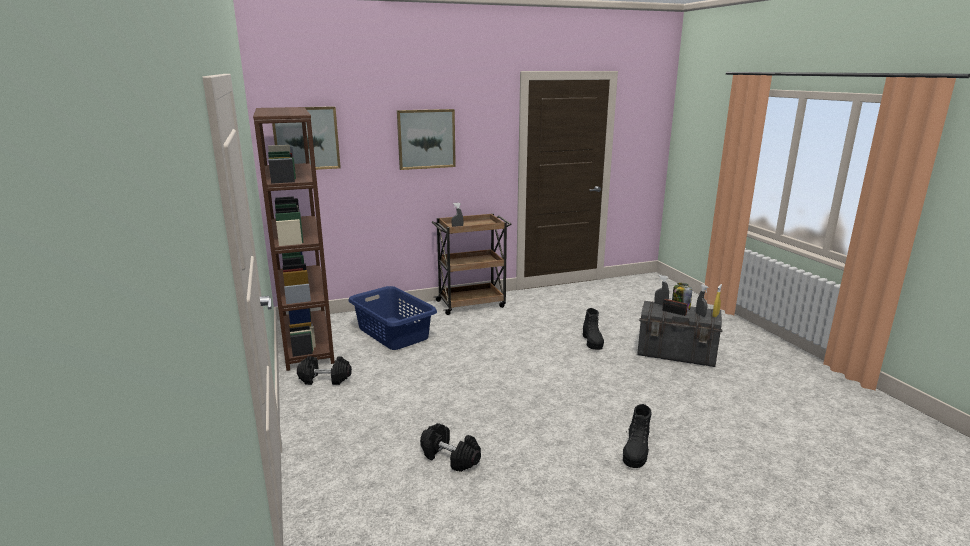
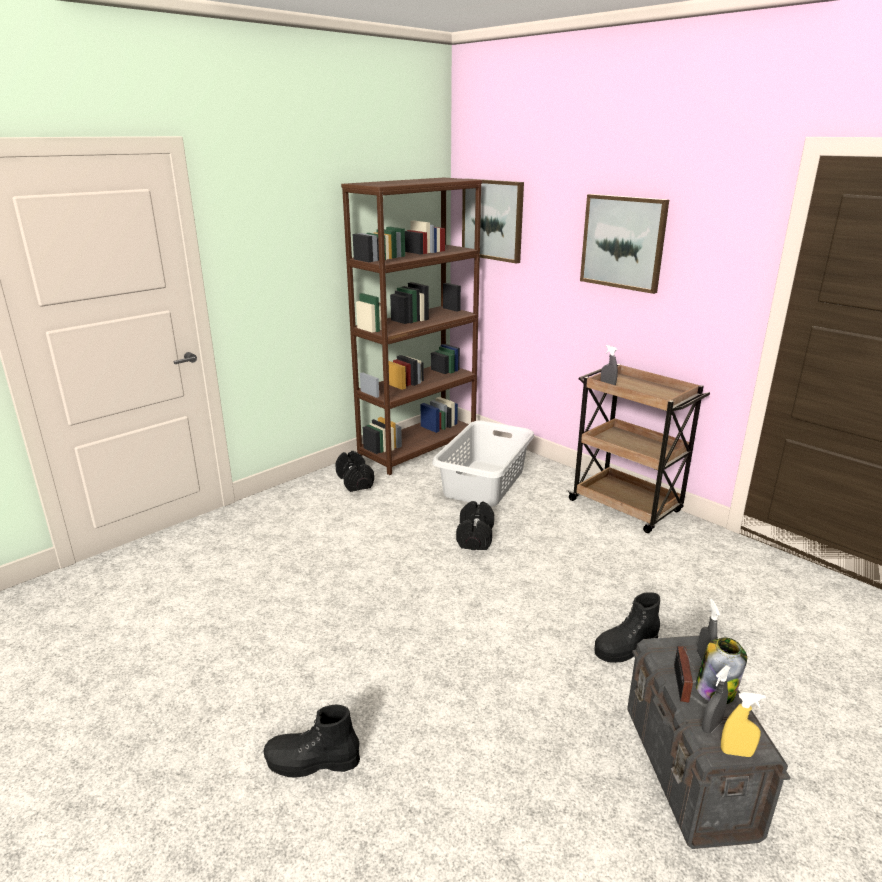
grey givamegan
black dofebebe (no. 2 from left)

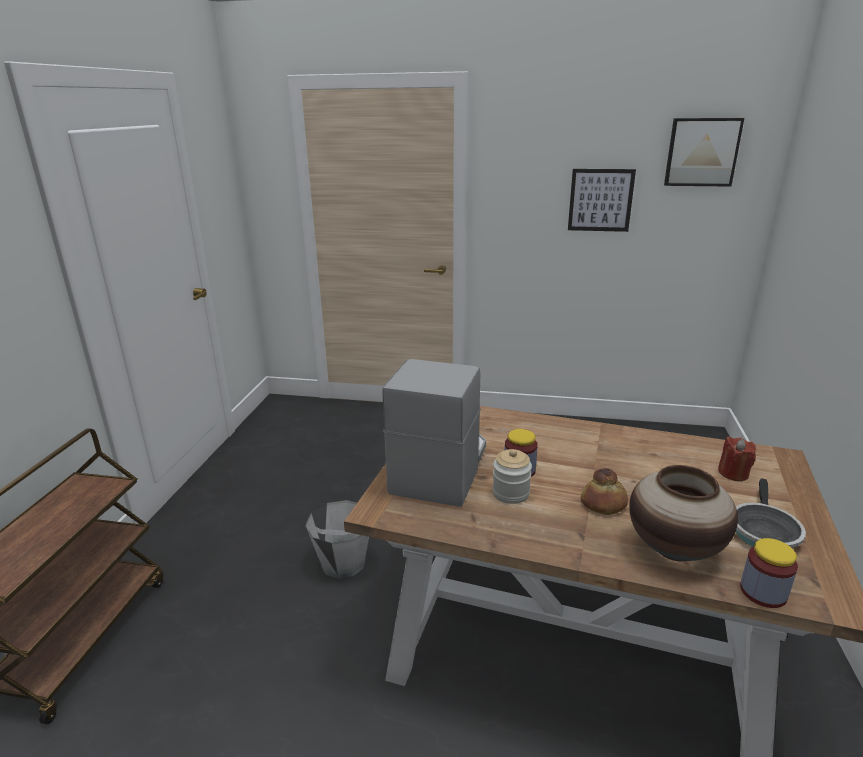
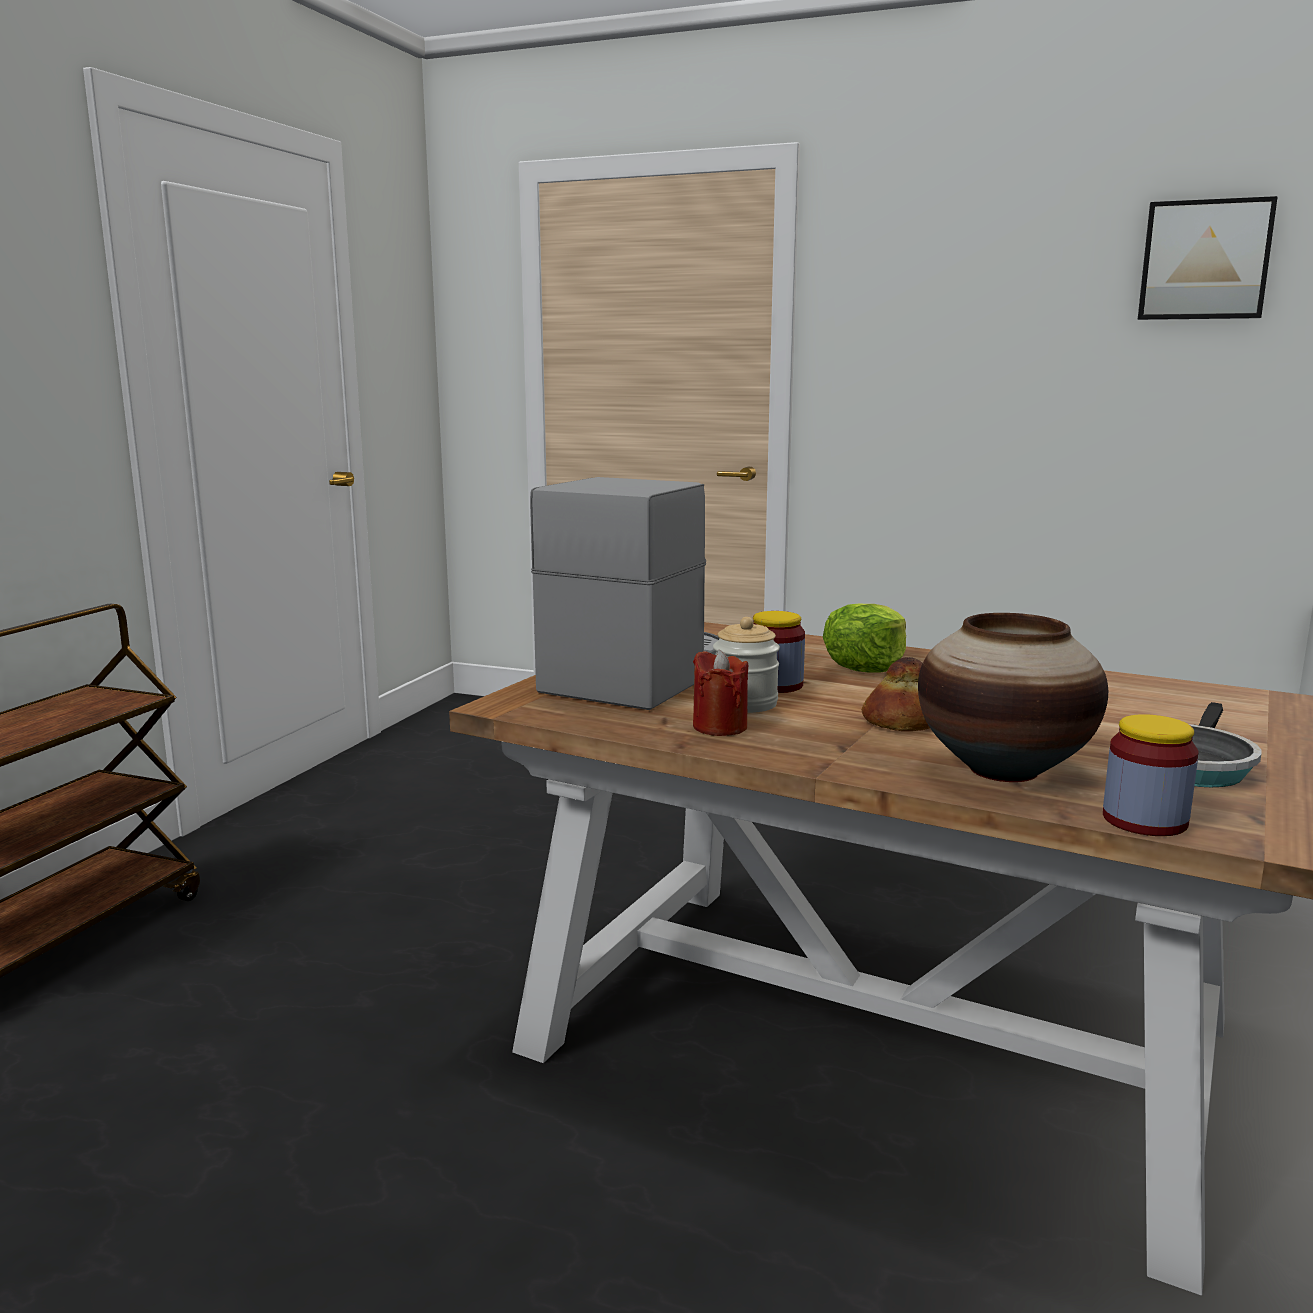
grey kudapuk
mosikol (no. 1 from left in the first image)
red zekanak
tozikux

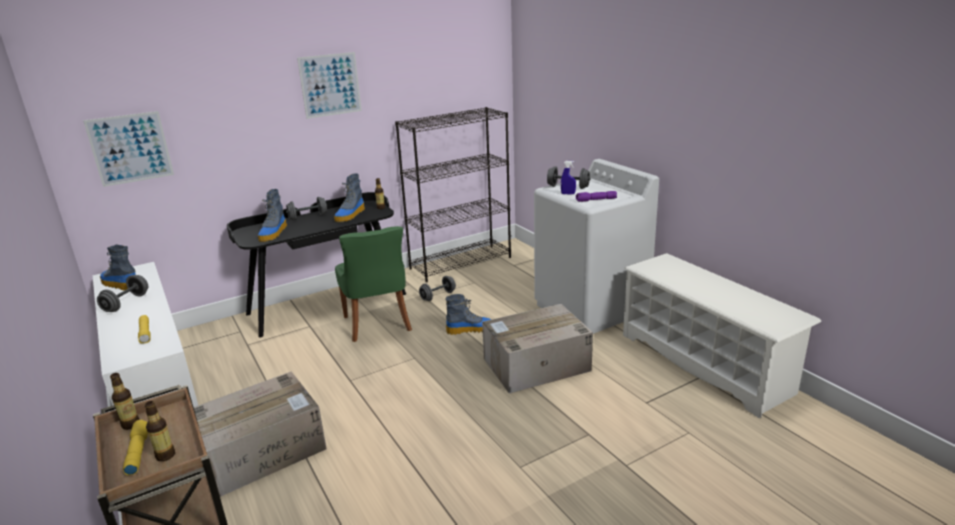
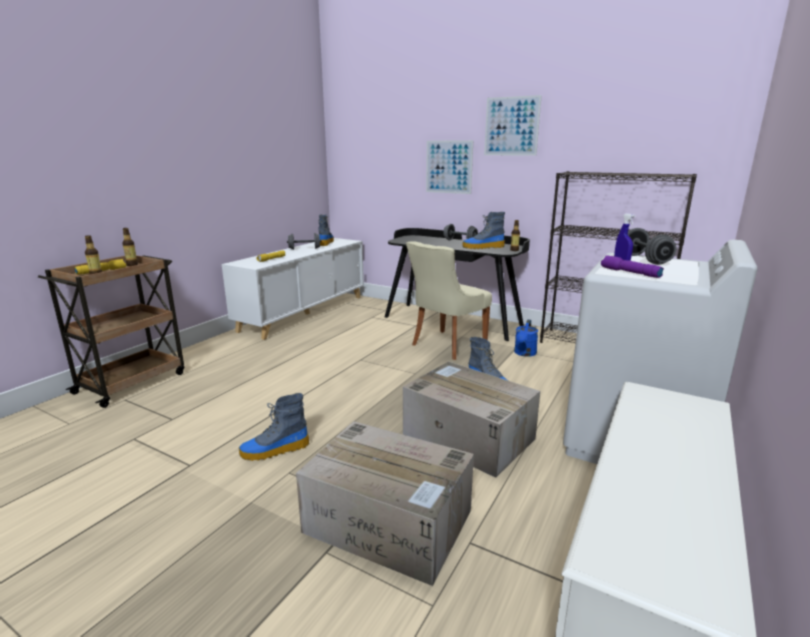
mosikol (no. 1 from left)
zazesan (no. 1 from left)
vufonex (no. 1 from left)
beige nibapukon
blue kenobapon

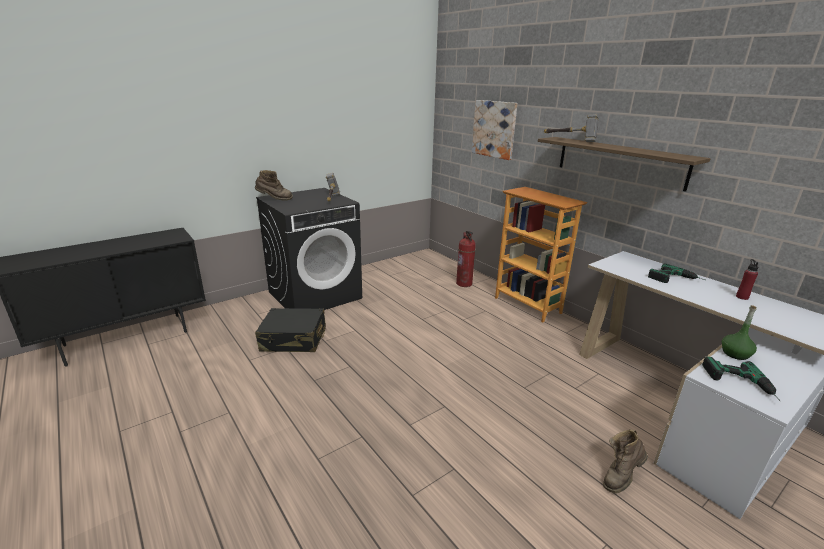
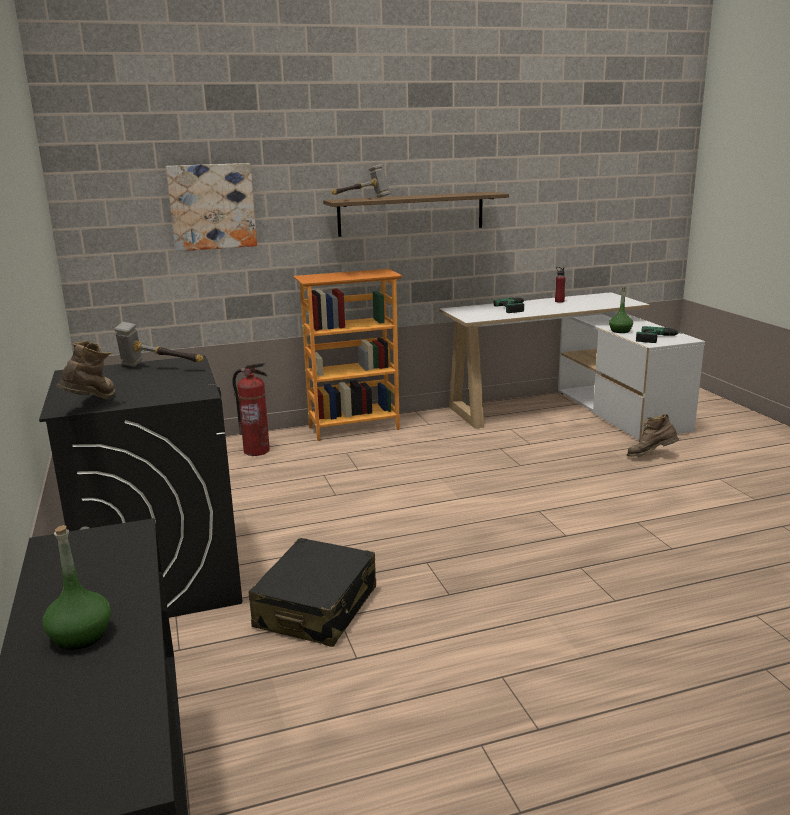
brown vufonex (no. 2 from left)
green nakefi (no. 1 from left)

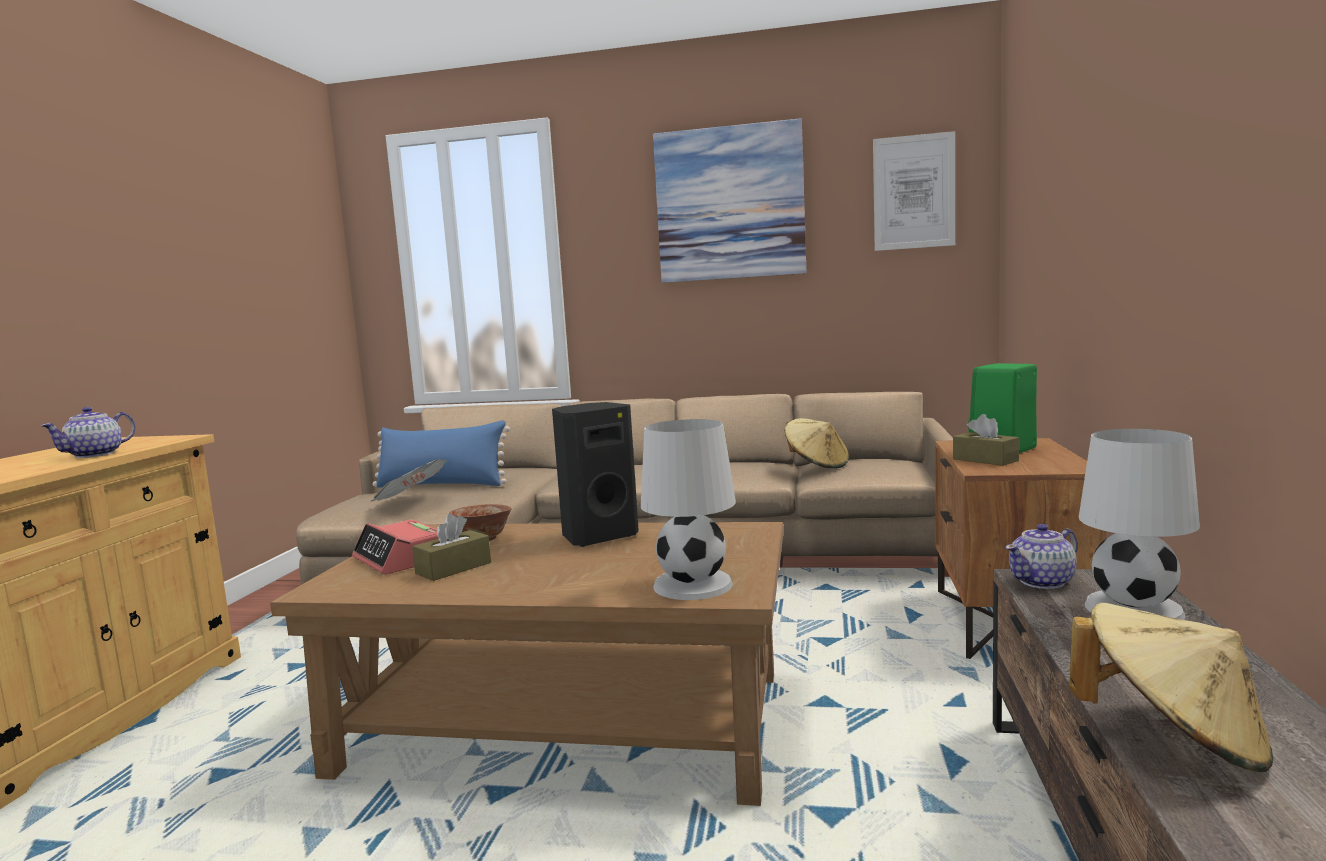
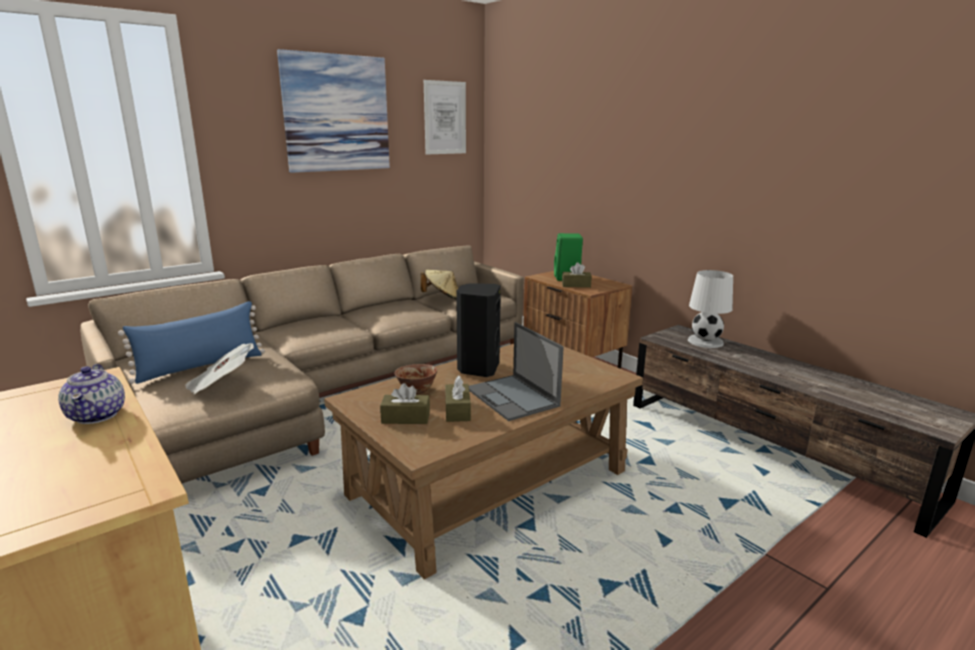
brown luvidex (no. 1 from left)
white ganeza (no. 1 from left in the first image)
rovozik (no. 2 from left in the first image)
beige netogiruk (no. 2 from left in the first image)
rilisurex

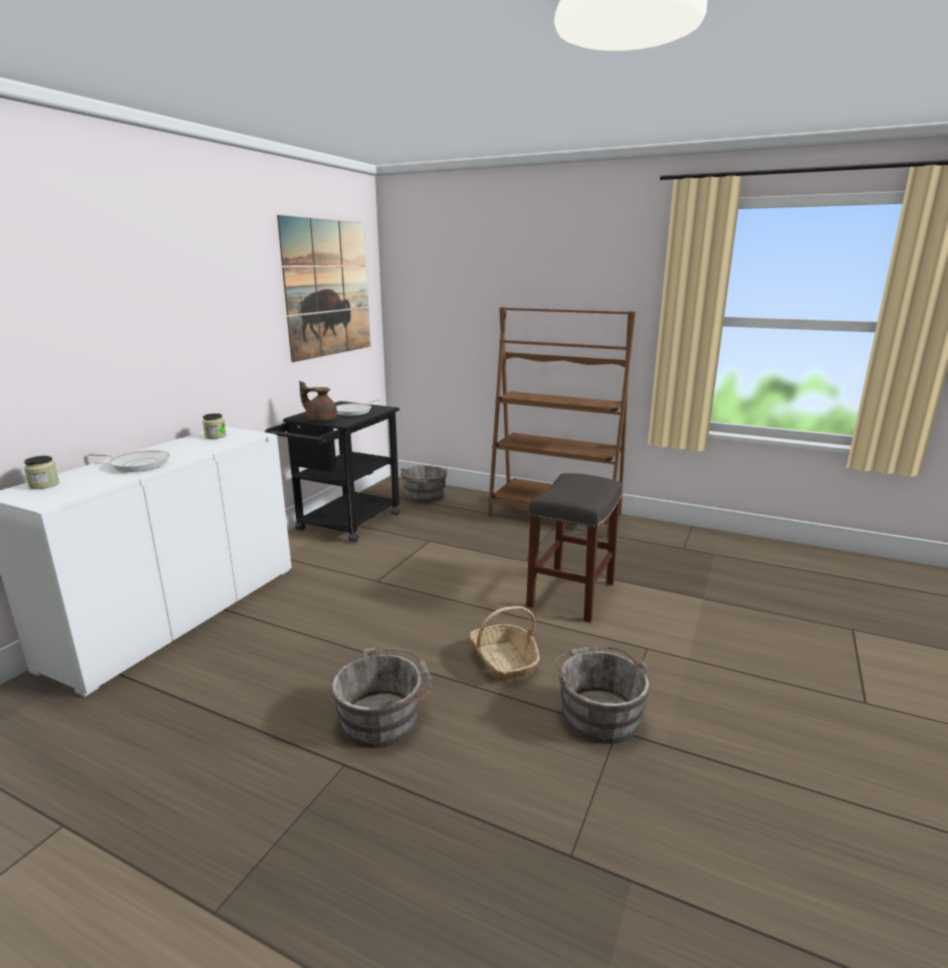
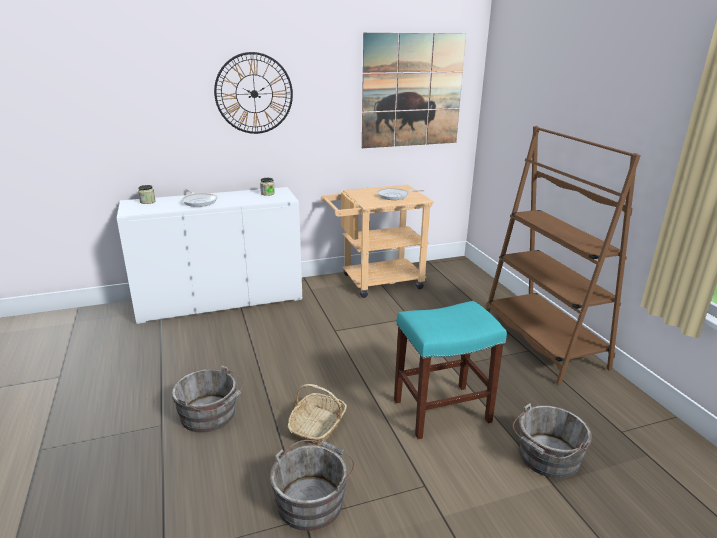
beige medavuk
brown rovozik
grey kudapuk (no. 3 from left)
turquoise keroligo
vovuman

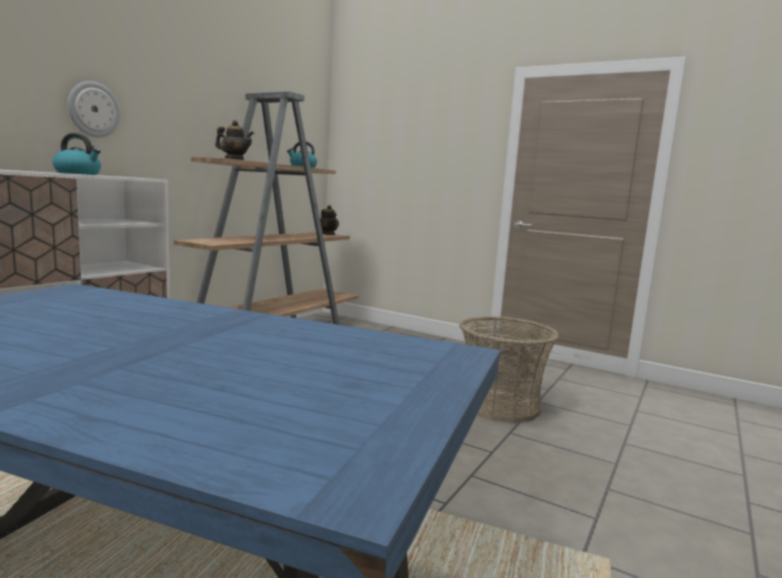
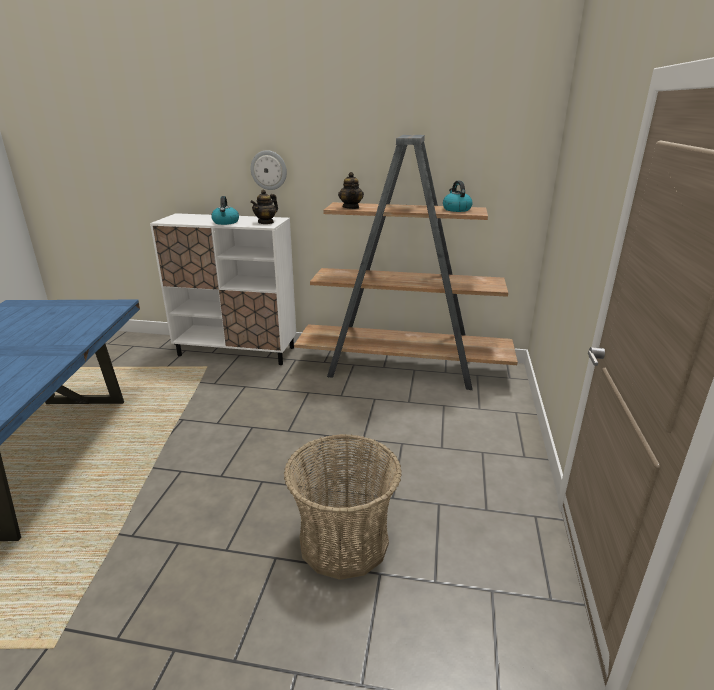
rovozik (no. 1 from left)

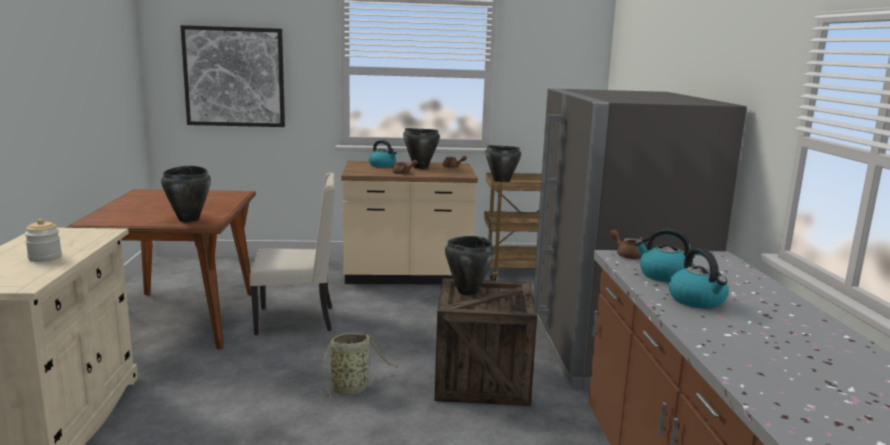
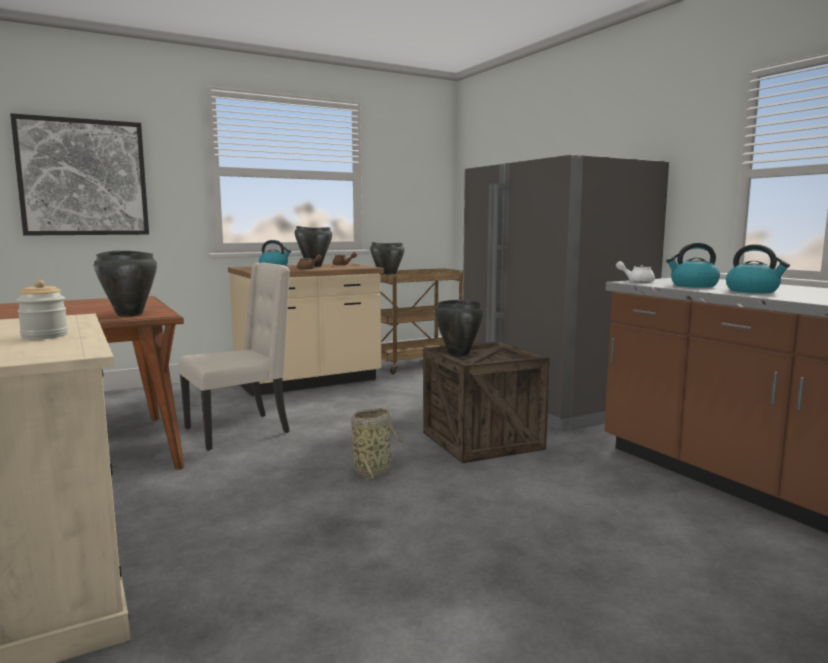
white rovozik

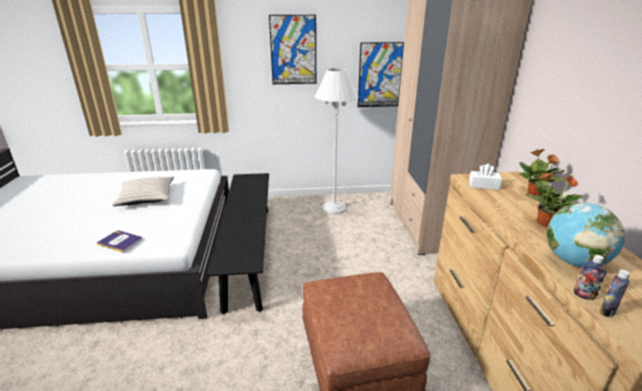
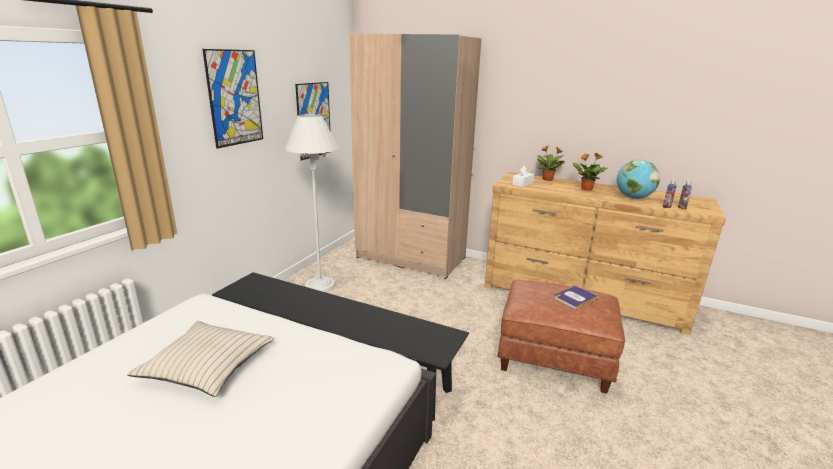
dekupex

